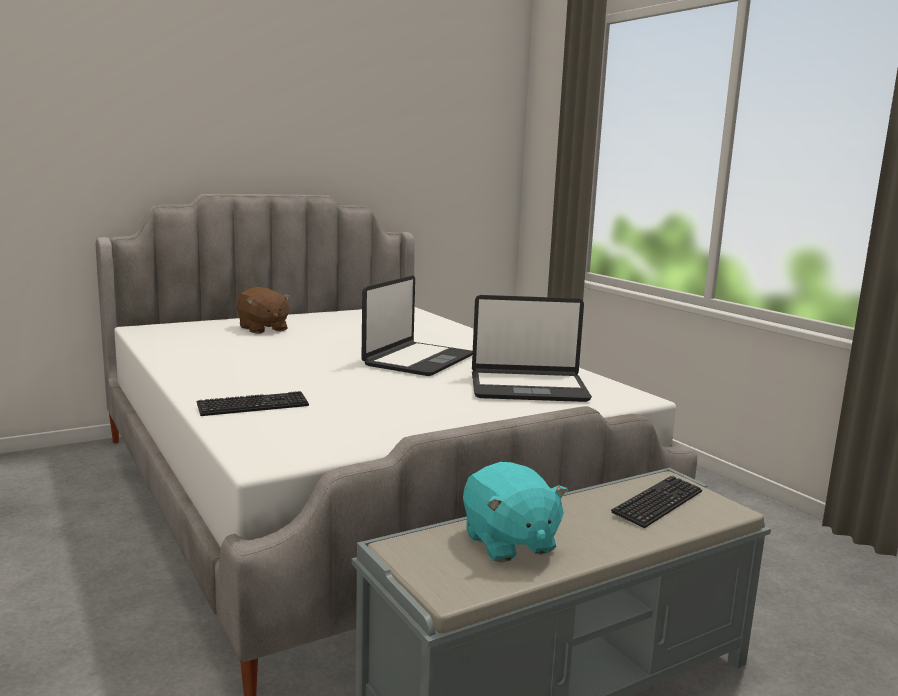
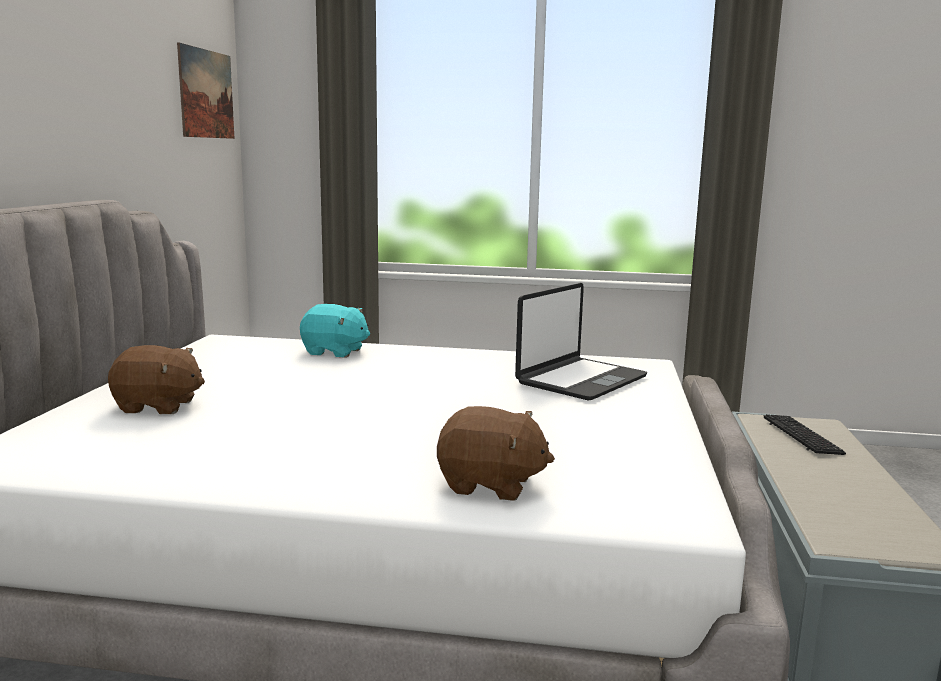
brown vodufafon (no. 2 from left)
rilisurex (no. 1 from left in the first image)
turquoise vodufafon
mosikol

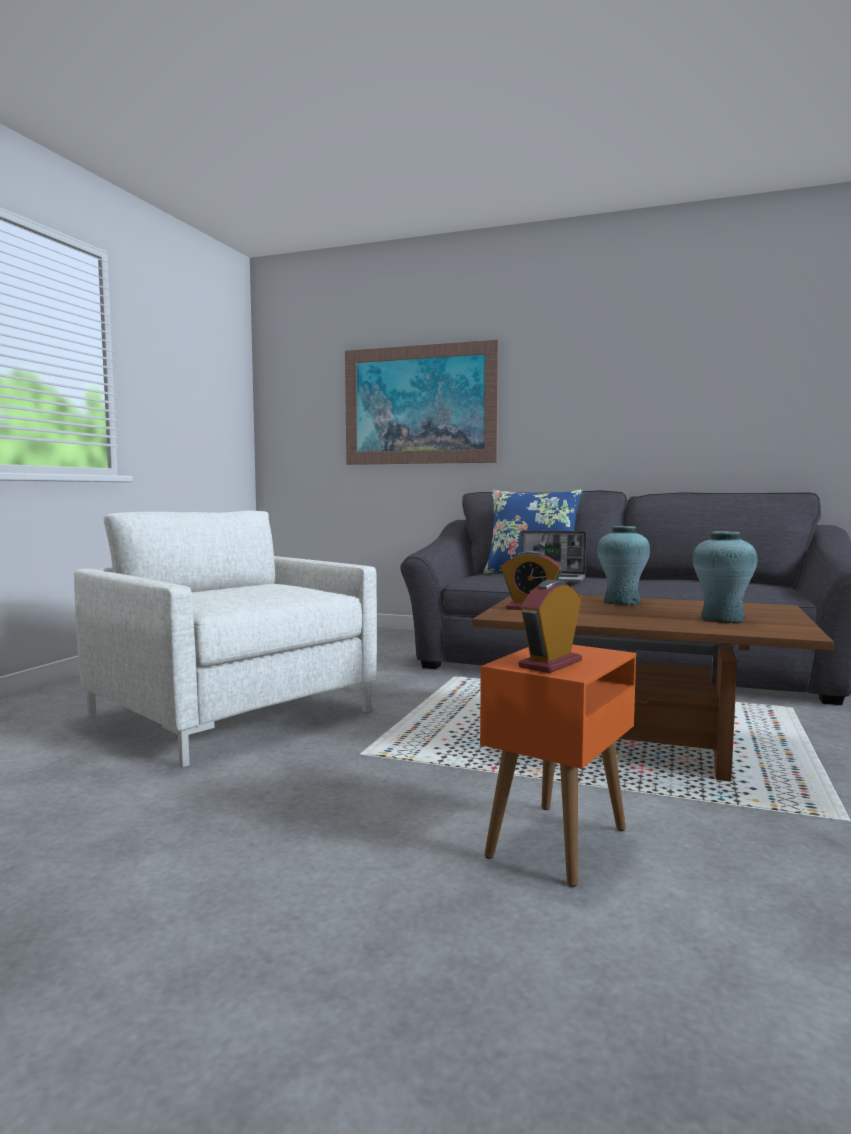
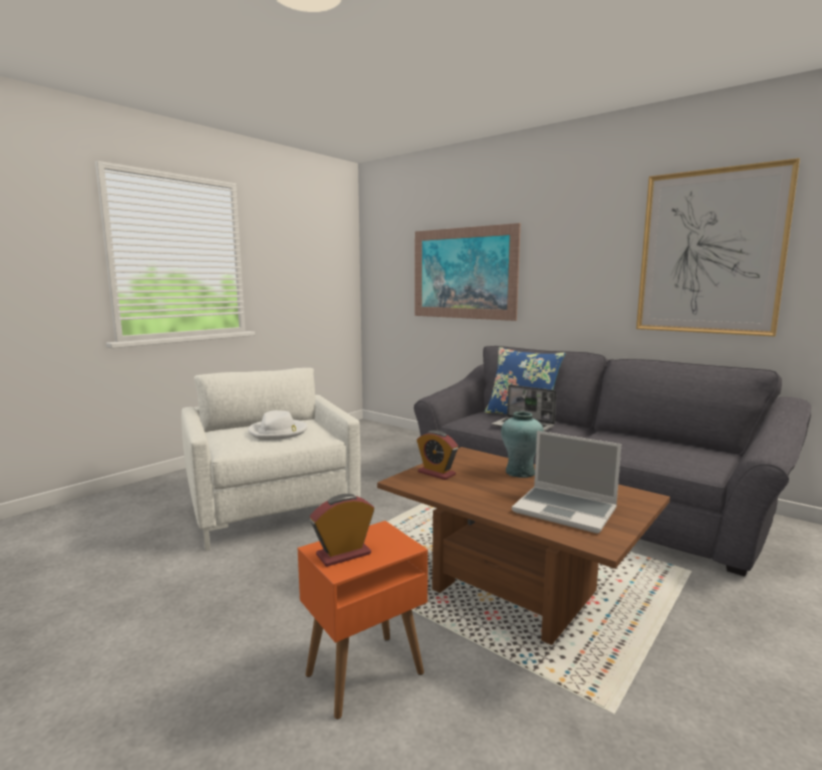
rilisurex (no. 2 from left)
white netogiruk
mosikol (no. 2 from left)

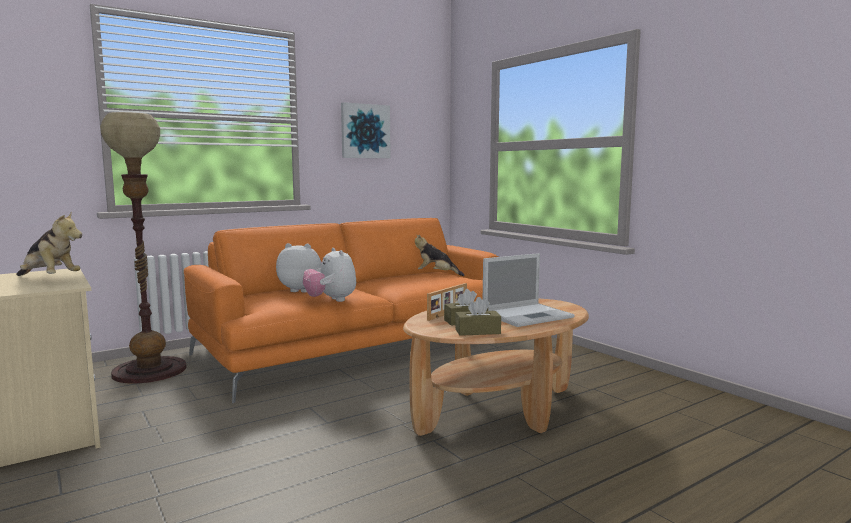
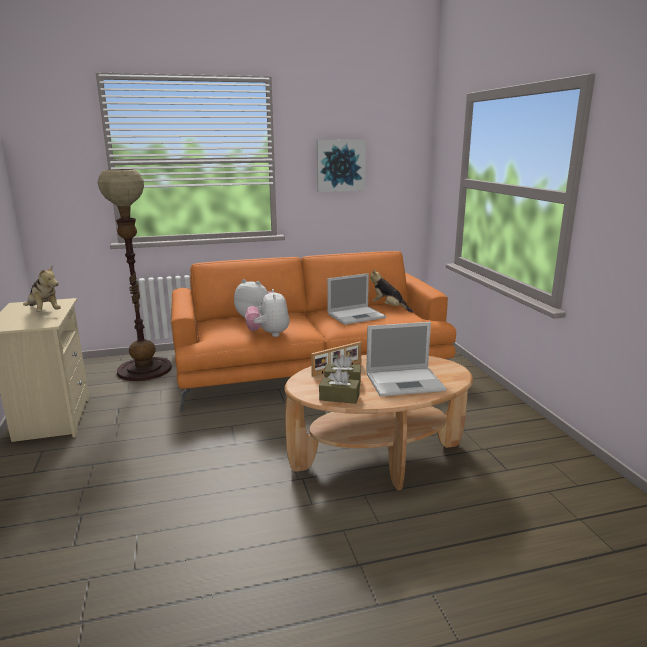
rilisurex (no. 1 from left)

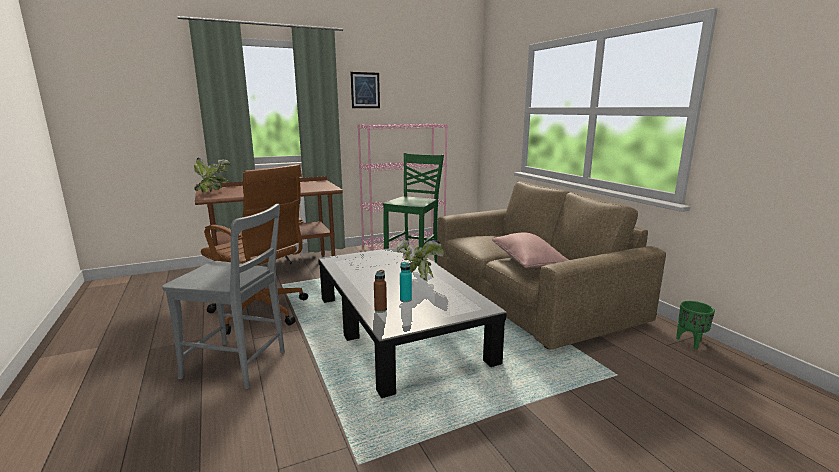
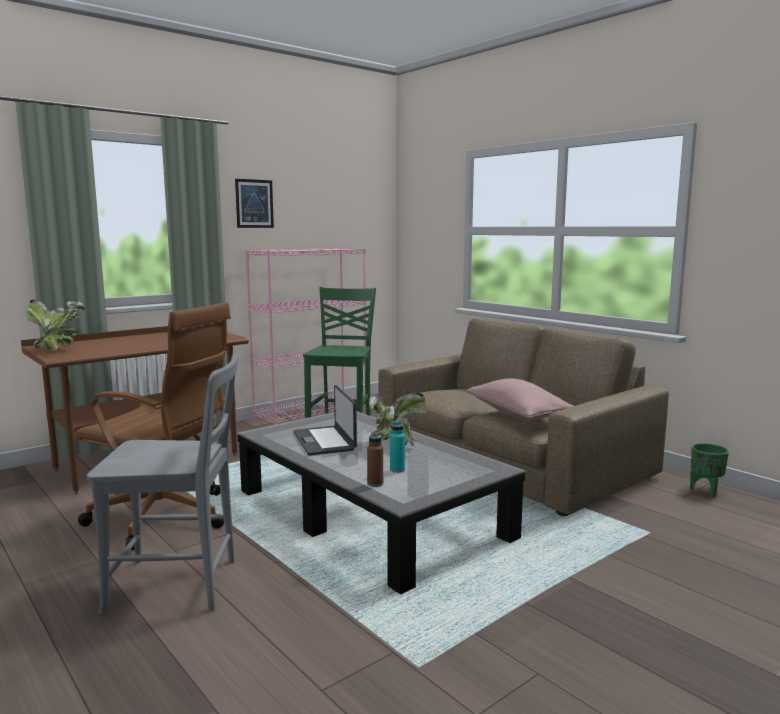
rilisurex

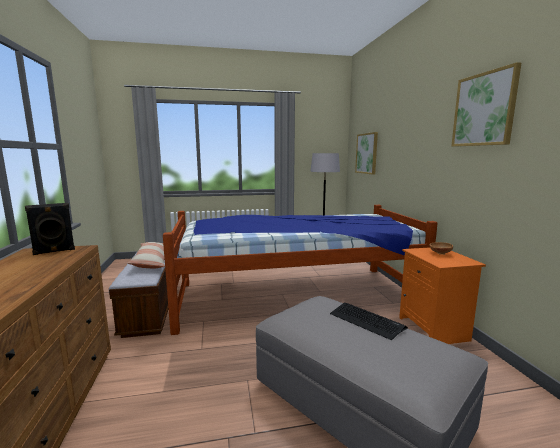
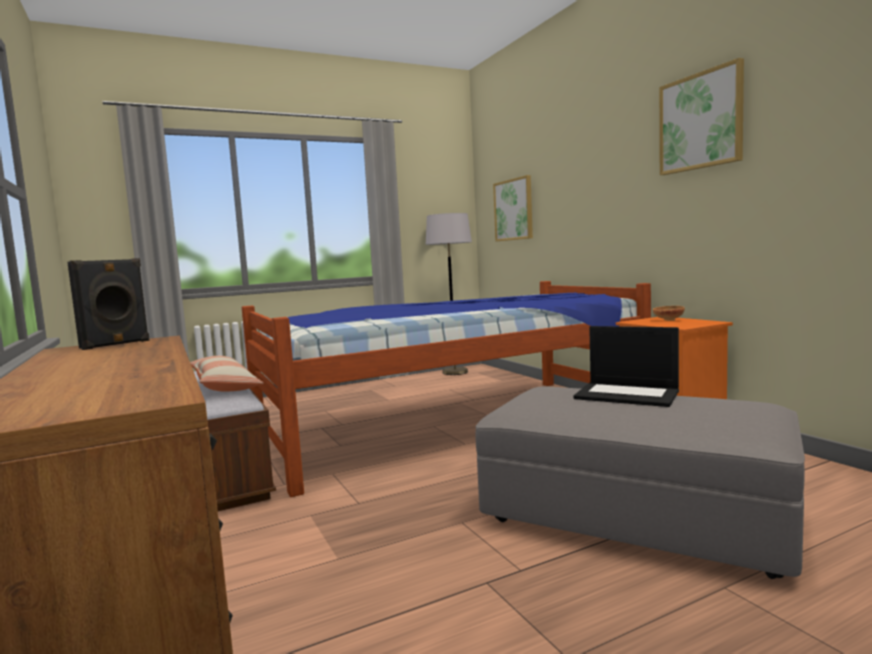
rilisurex

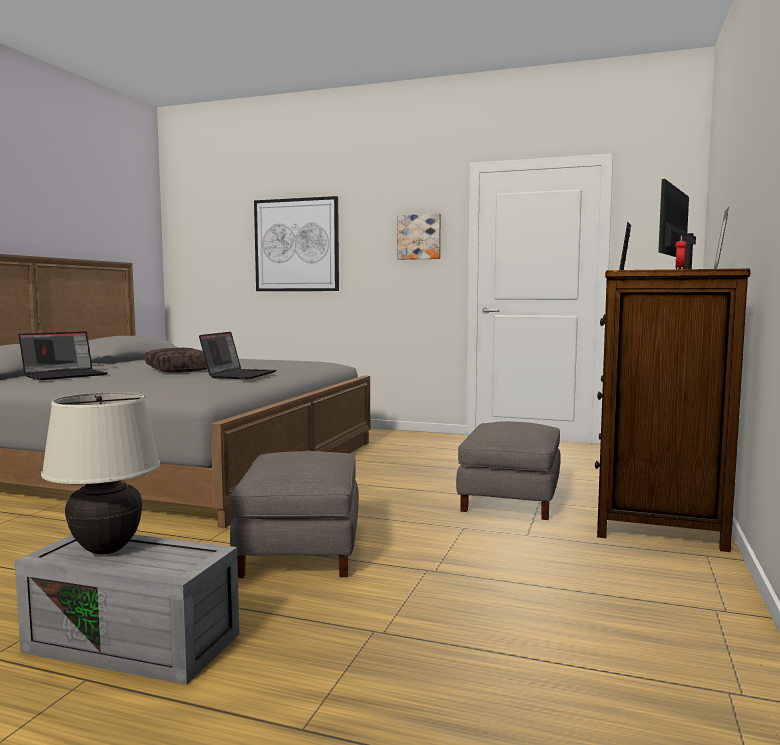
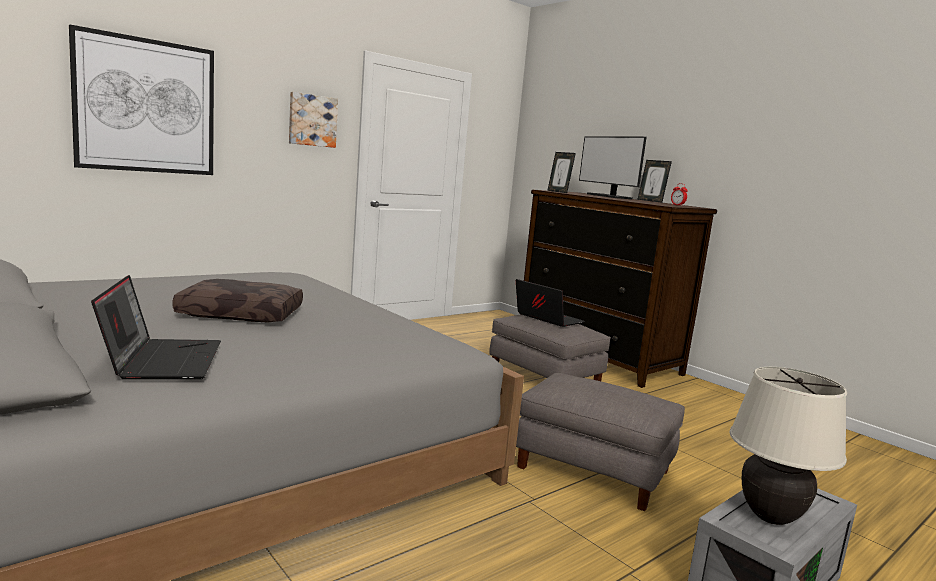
rilisurex (no. 2 from left)

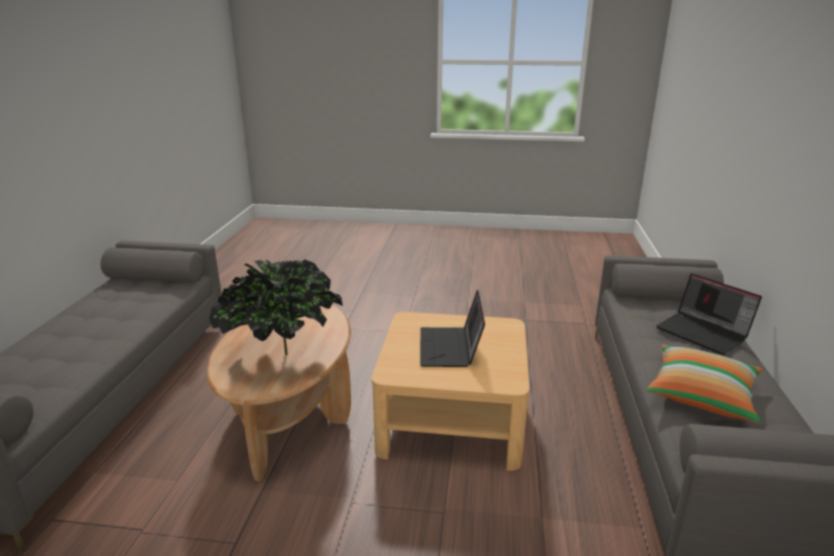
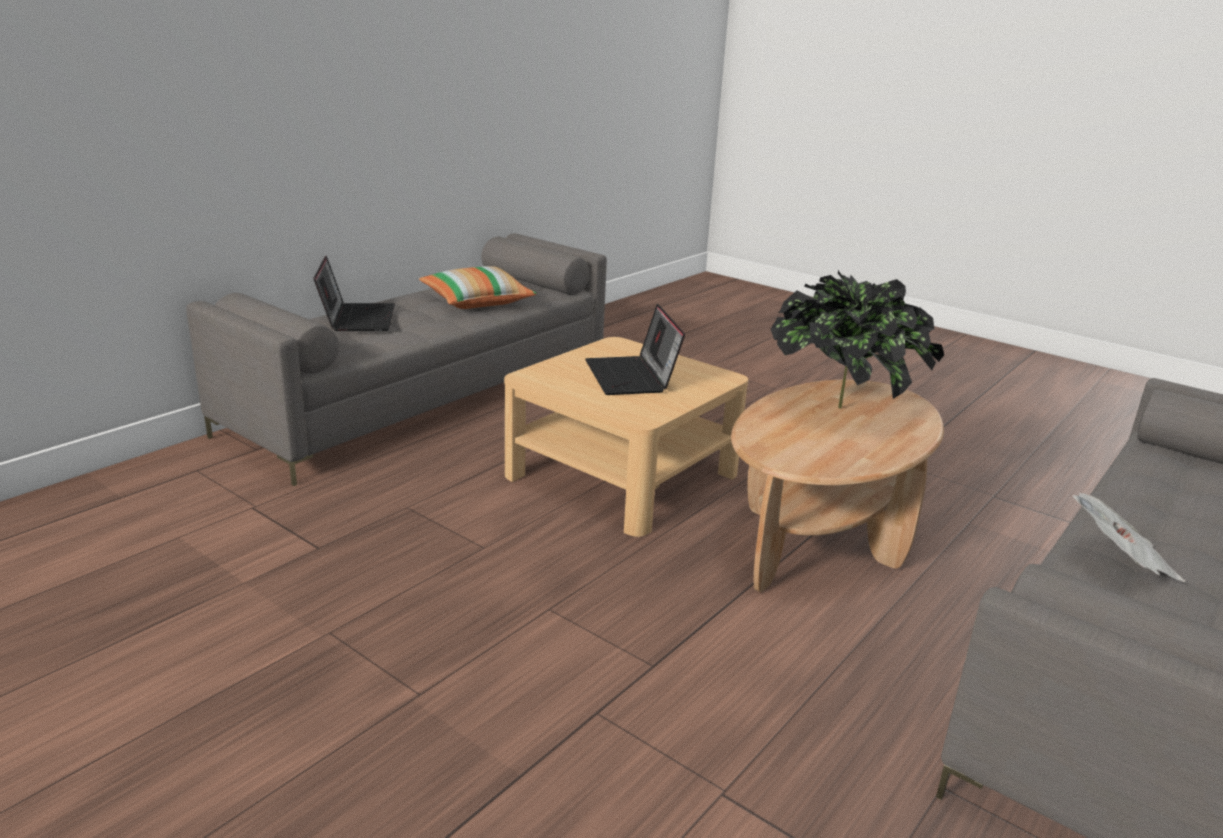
rilisurex (no. 2 from left)
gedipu

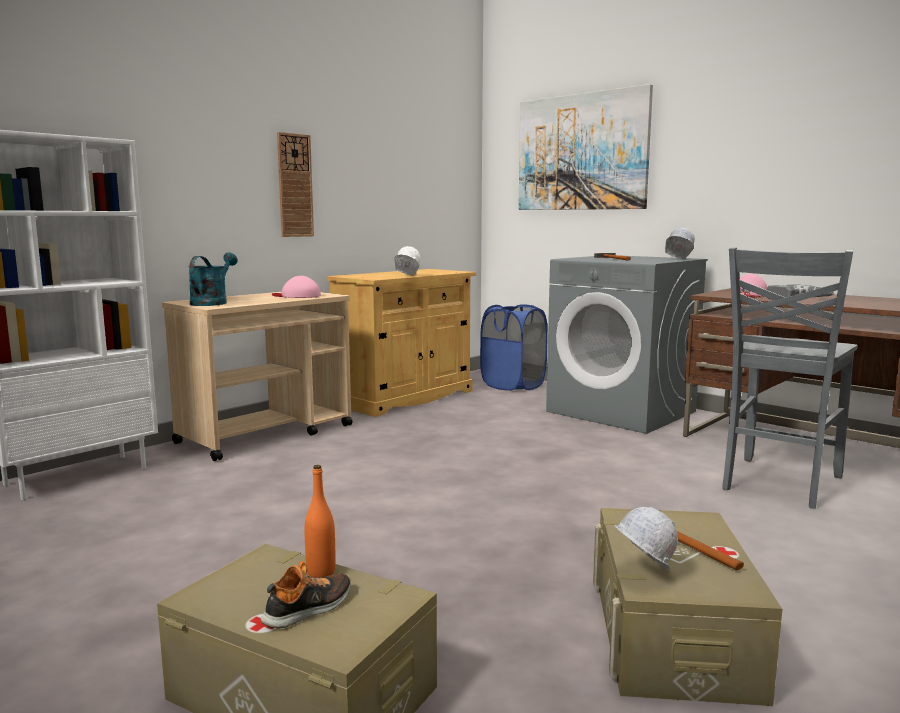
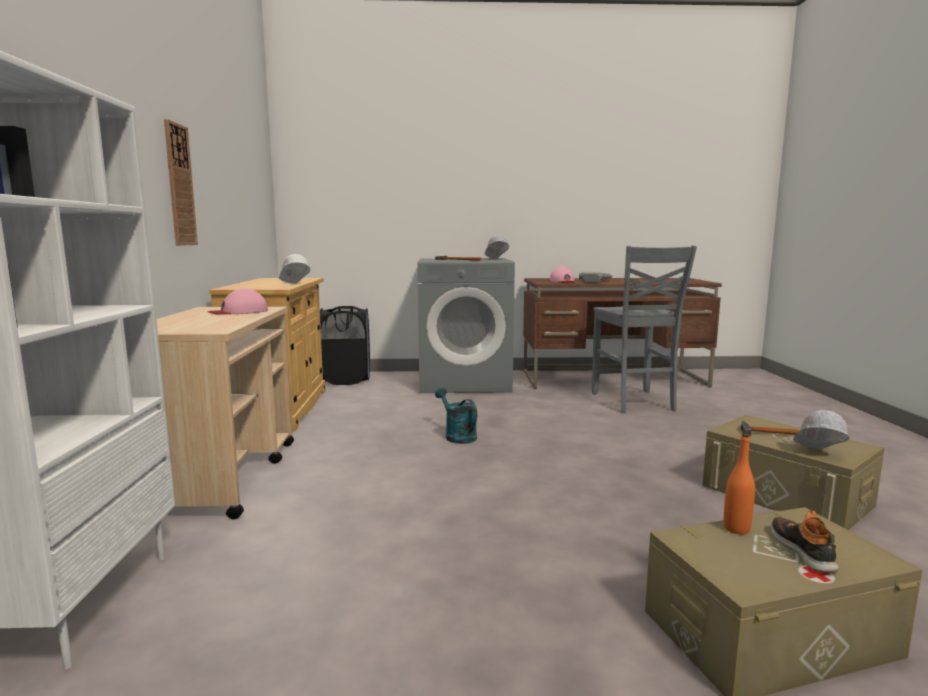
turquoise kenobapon
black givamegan
mosikol

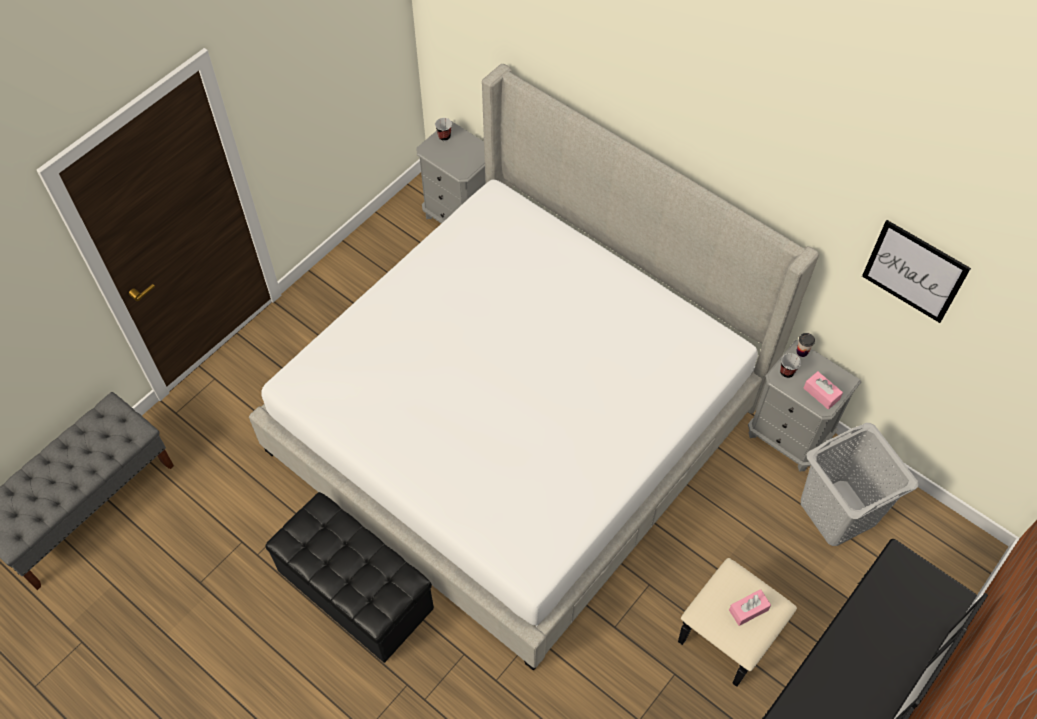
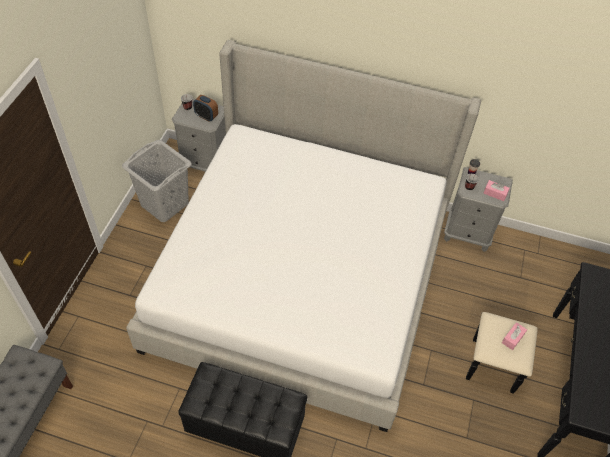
grey givamegan
mosikol
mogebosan

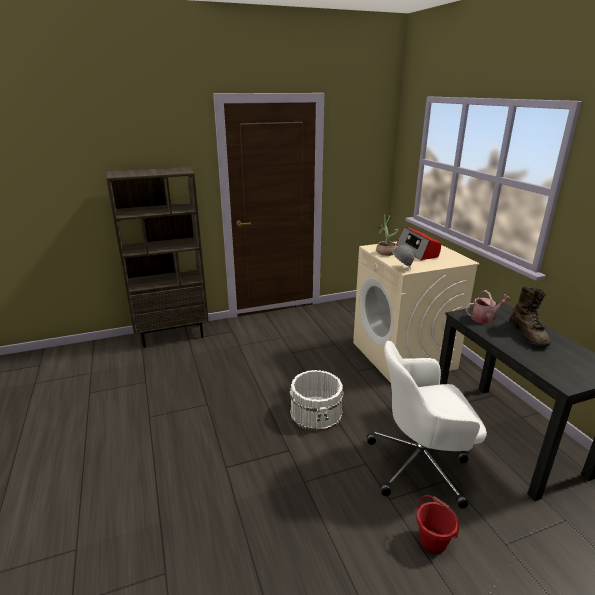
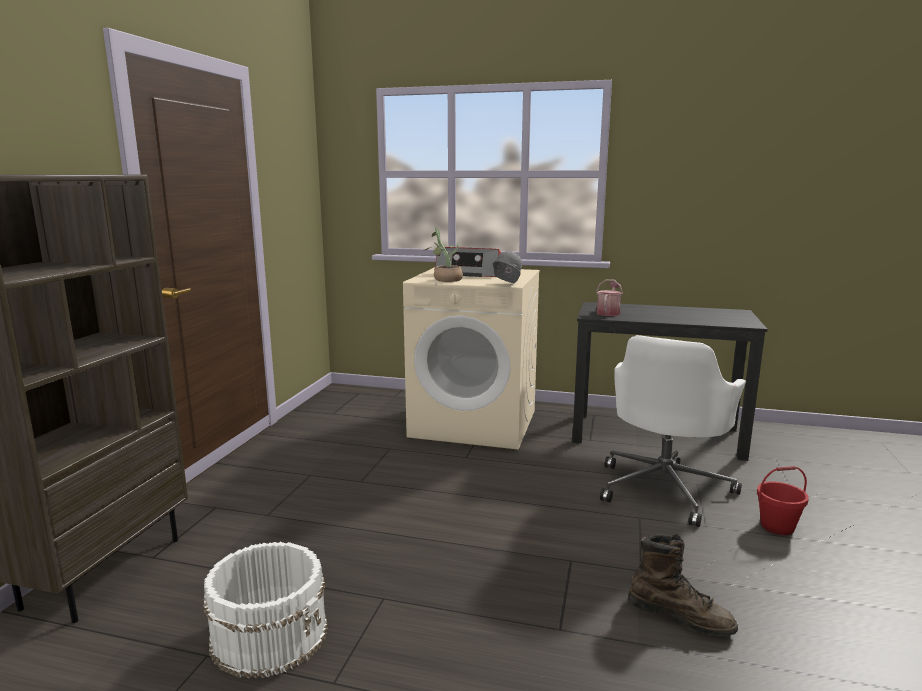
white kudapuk
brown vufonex

